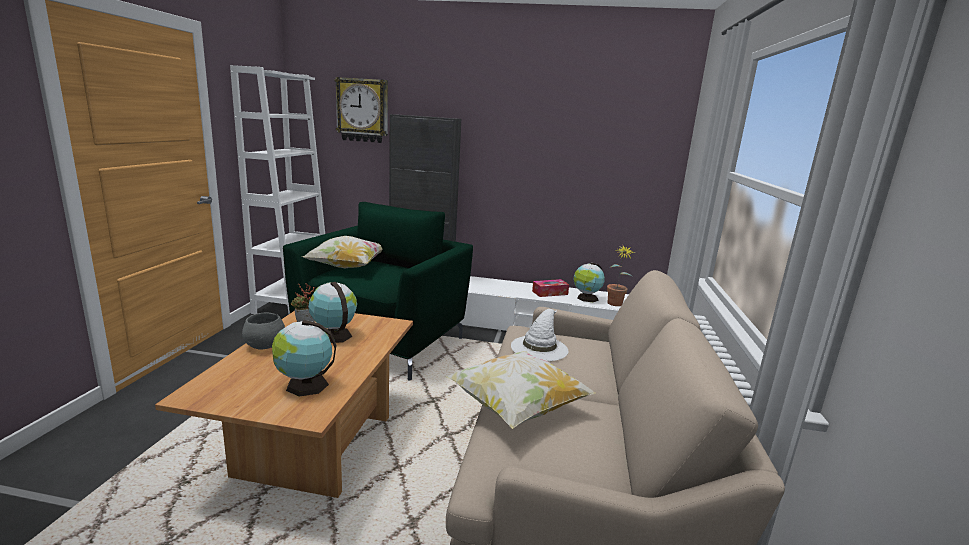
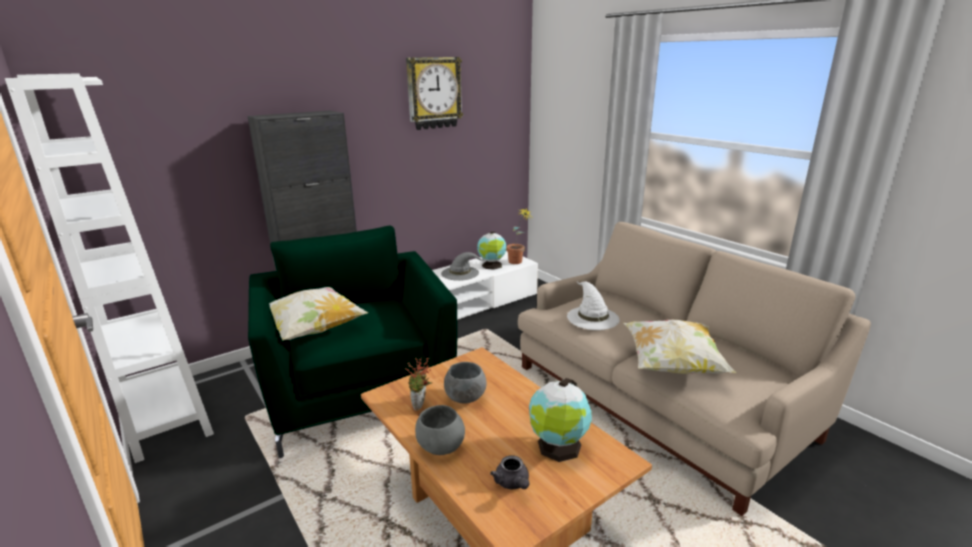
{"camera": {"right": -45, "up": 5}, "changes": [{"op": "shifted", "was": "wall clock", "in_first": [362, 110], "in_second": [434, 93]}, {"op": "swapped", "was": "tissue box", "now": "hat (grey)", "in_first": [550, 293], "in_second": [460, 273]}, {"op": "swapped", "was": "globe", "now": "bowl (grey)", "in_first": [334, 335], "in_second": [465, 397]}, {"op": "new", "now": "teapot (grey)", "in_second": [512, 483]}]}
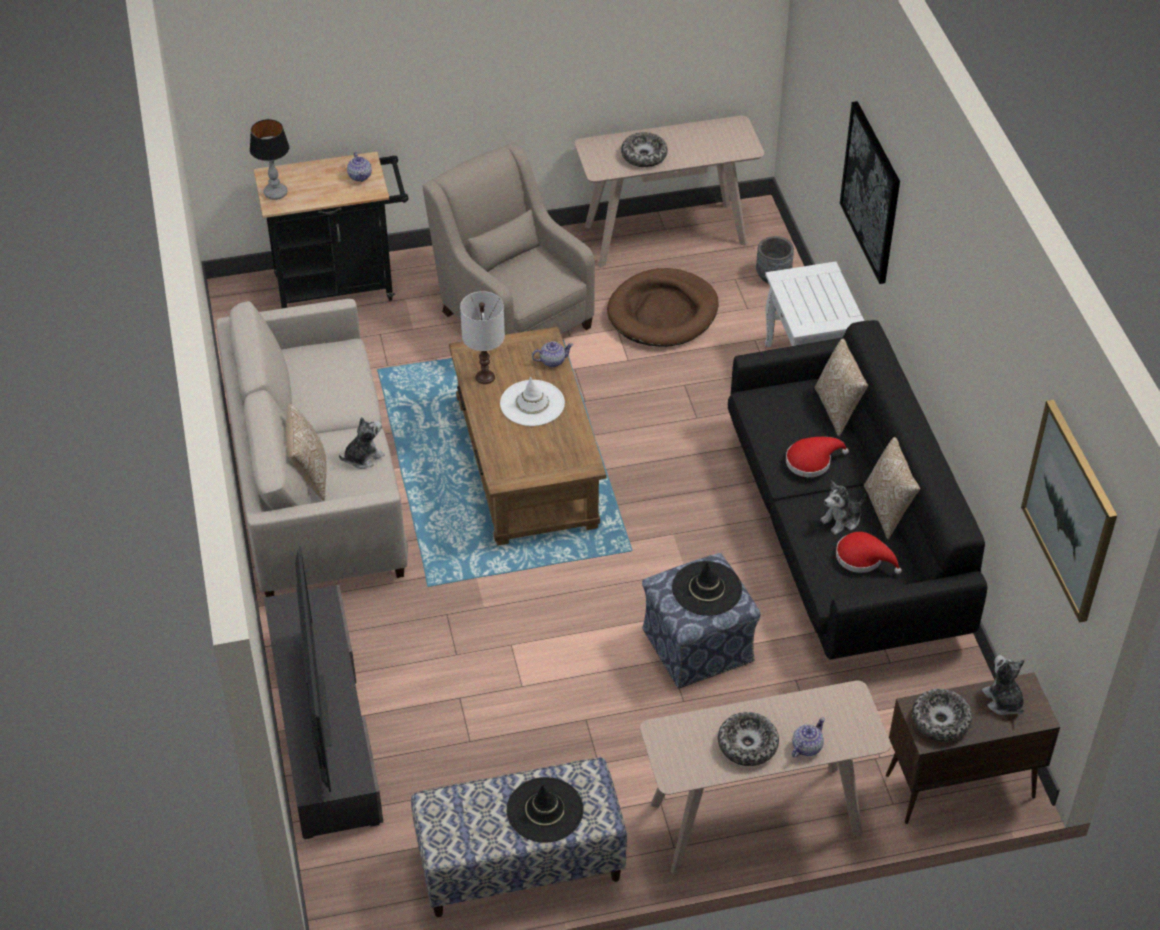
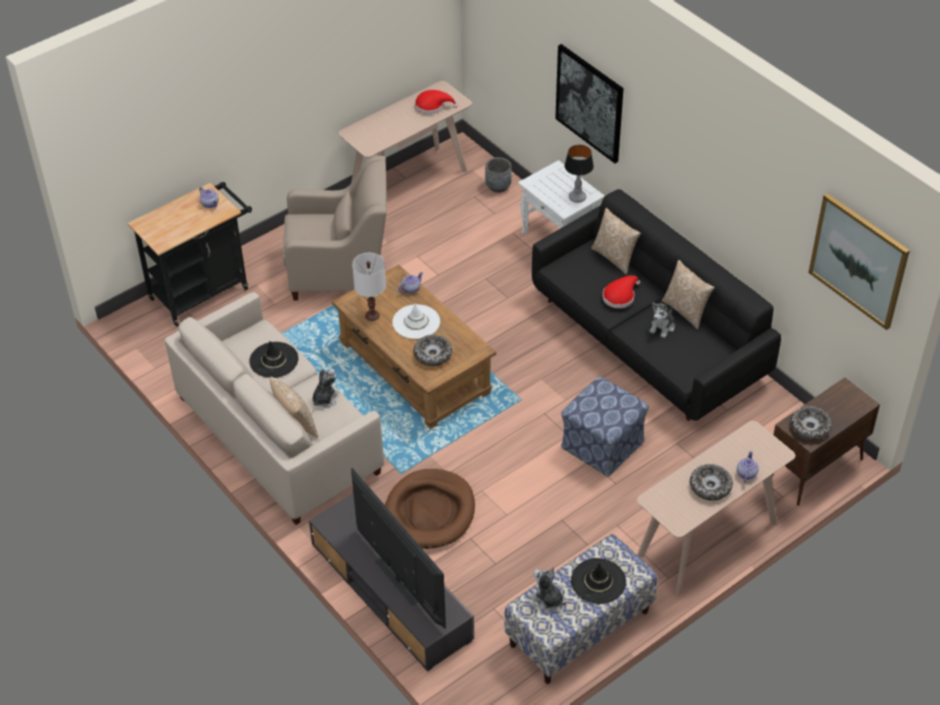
{"camera": {"right": -25, "up": 0}, "changes": [{"op": "shifted", "was": "hat (black)", "in_first": [707, 589], "in_second": [274, 360]}, {"op": "rotated", "was": "armchair (beige)", "in_first": [513, 316], "in_second": [340, 271], "clockwise": 150}, {"op": "shifted", "was": "dog bed (brown)", "in_first": [663, 312], "in_second": [430, 512]}, {"op": "shifted", "was": "bowl", "in_first": [644, 156], "in_second": [432, 354]}, {"op": "shifted", "was": "hat (red)", "in_first": [863, 558], "in_second": [432, 106]}, {"op": "shifted", "was": "plush toy", "in_first": [1003, 701], "in_second": [547, 600]}, {"op": "shifted", "was": "table lamp", "in_first": [276, 193], "in_second": [577, 197]}]}
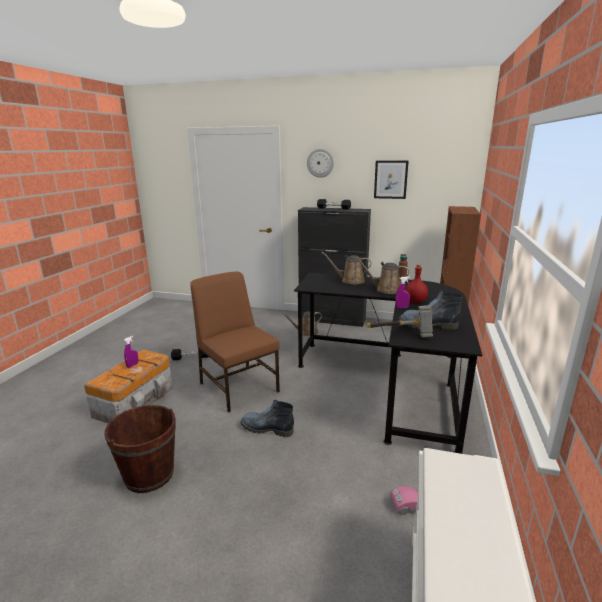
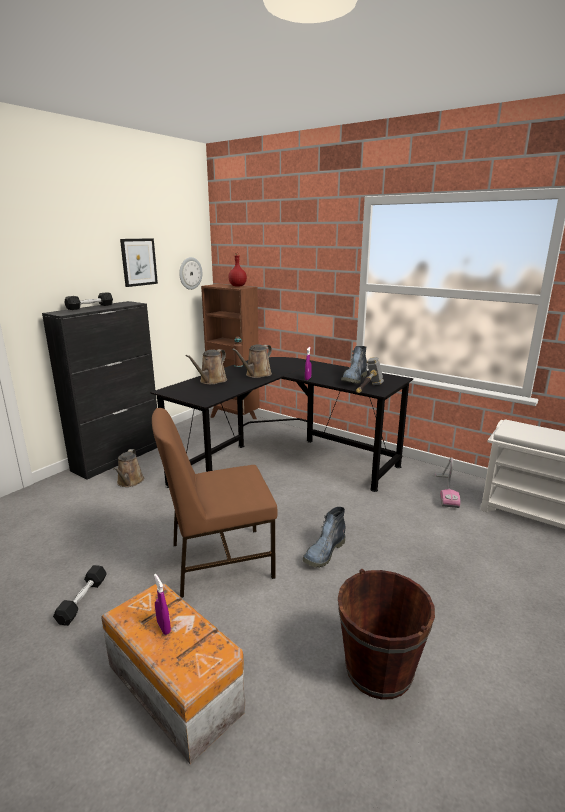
{"camera": {"right": -70, "up": 0}, "changes": [{"op": "shifted", "was": "wall clock", "in_first": [320, 163], "in_second": [190, 273]}, {"op": "shifted", "was": "bottle (red)", "in_first": [415, 301], "in_second": [237, 286]}]}
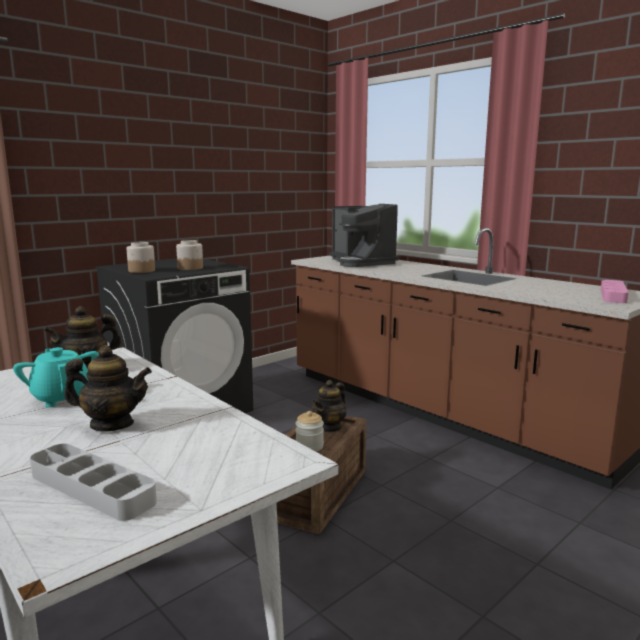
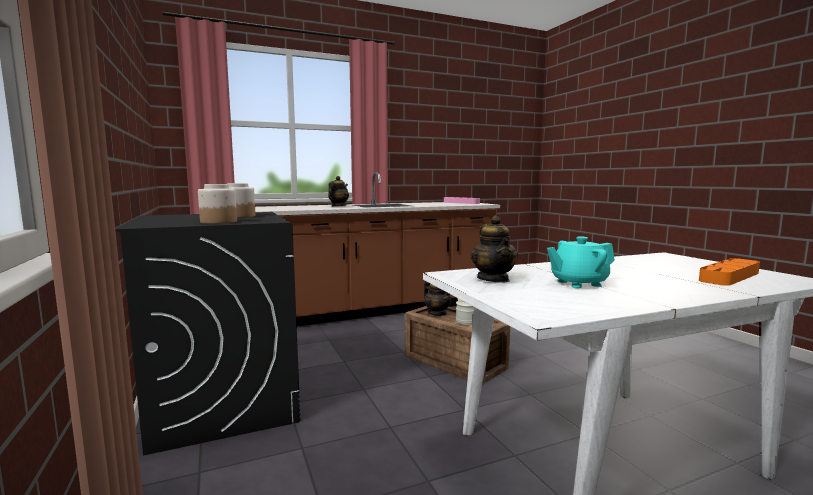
{"camera": {"right": -70, "up": -5}, "changes": [{"op": "shifted", "was": "teapot", "in_first": [112, 424], "in_second": [338, 206]}, {"op": "repainted", "was": "tray (grey)", "now": "tray (orange)", "in_first": [91, 488], "in_second": [729, 277]}, {"op": "gone", "was": "coffee machine", "in_first": [361, 262]}]}
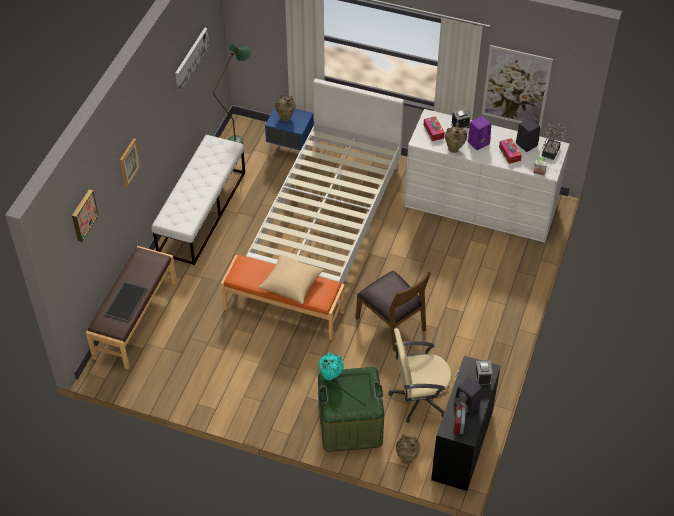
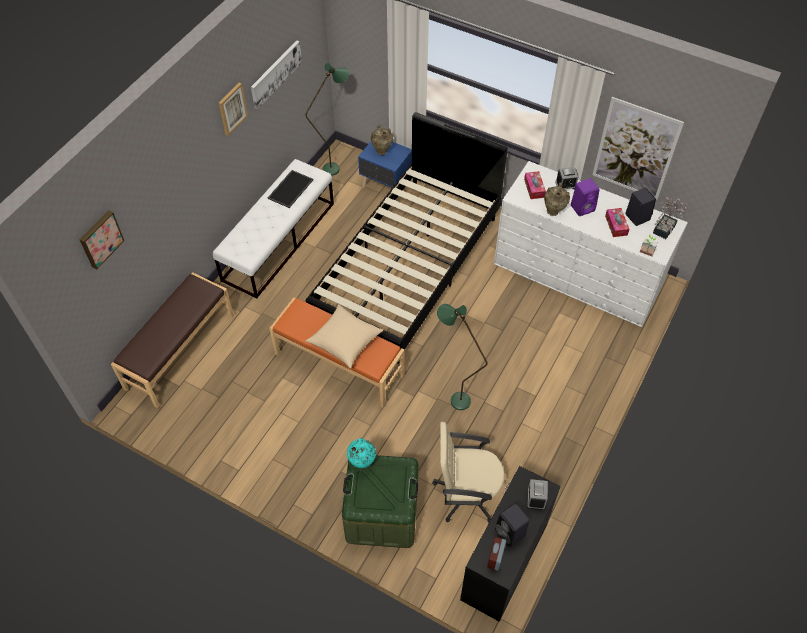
{"camera": {"right": 10, "up": 5}, "changes": [{"op": "shifted", "was": "picture", "in_first": [129, 162], "in_second": [232, 108]}, {"op": "shifted", "was": "tray", "in_first": [125, 301], "in_second": [290, 188]}, {"op": "repainted", "was": "bed (white)", "now": "bed (black)", "in_first": [327, 220], "in_second": [407, 267]}, {"op": "swapped", "was": "chair (brown)", "now": "floor lamp (green)", "in_first": [392, 323], "in_second": [453, 398]}, {"op": "gone", "was": "vase (beige)", "in_first": [407, 458]}]}
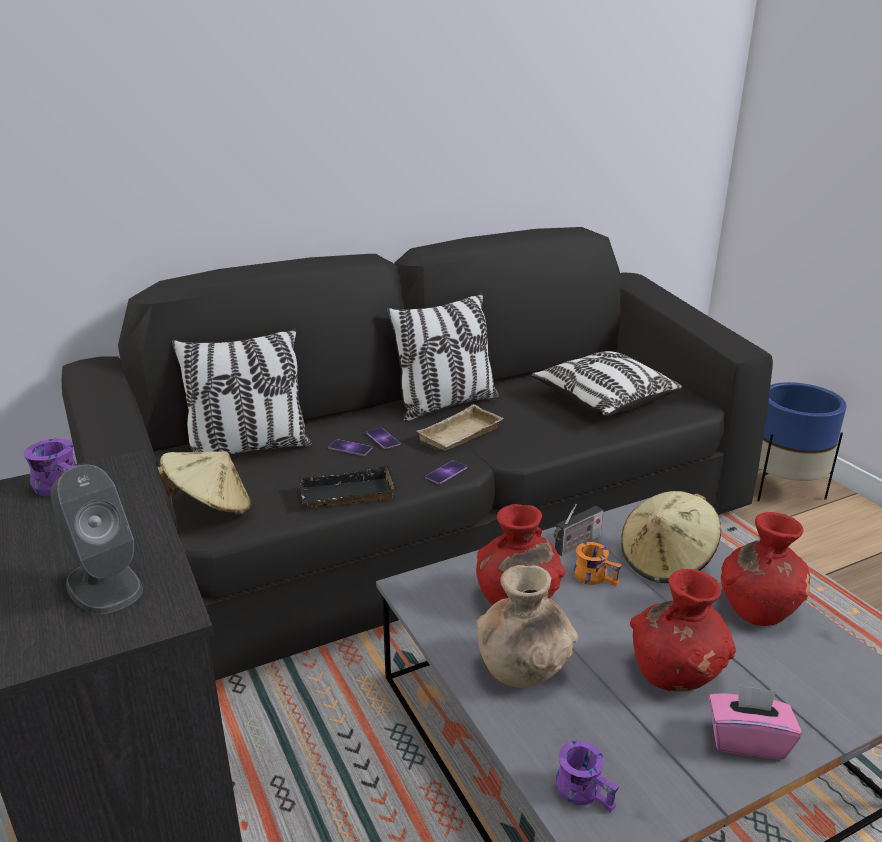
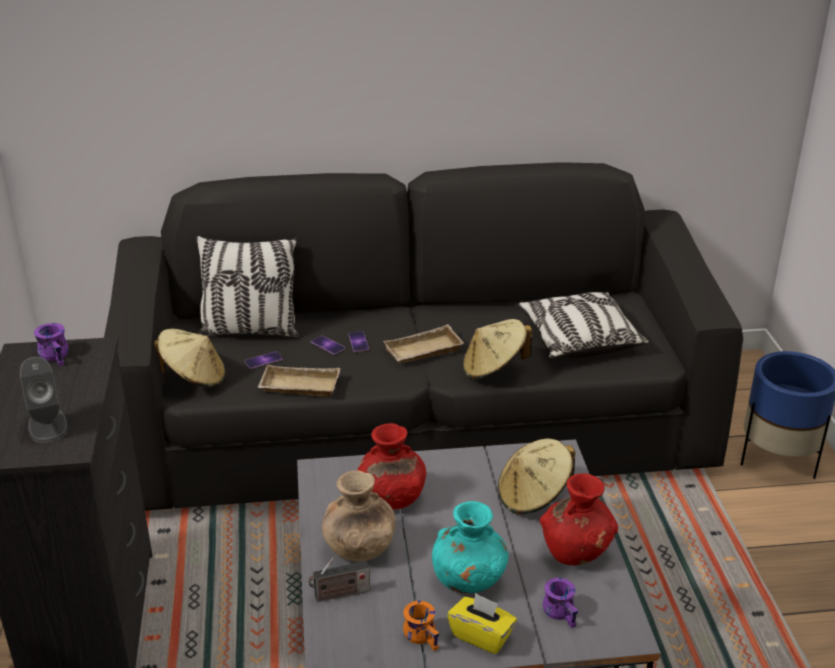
{"camera": {"right": 20, "up": 5}, "changes": [{"op": "shifted", "was": "phone", "in_first": [446, 472], "in_second": [263, 360]}, {"op": "repainted", "was": "tray (black)", "now": "tray (beige)", "in_first": [347, 495], "in_second": [298, 387]}, {"op": "shifted", "was": "radio", "in_first": [576, 545], "in_second": [339, 594]}, {"op": "shifted", "was": "mug (orange)", "in_first": [596, 576], "in_second": [424, 634]}, {"op": "repainted", "was": "vase (red)", "now": "vase (turquoise)", "in_first": [676, 672], "in_second": [469, 579]}, {"op": "repainted", "was": "tissue box (pink)", "now": "tissue box (yellow)", "in_first": [747, 740], "in_second": [481, 635]}, {"op": "new", "now": "hat (beige)", "in_second": [494, 369]}, {"op": "shifted", "was": "mug (purple)", "in_first": [586, 789], "in_second": [562, 611]}, {"op": "gone", "was": "pillow", "in_first": [445, 404]}]}
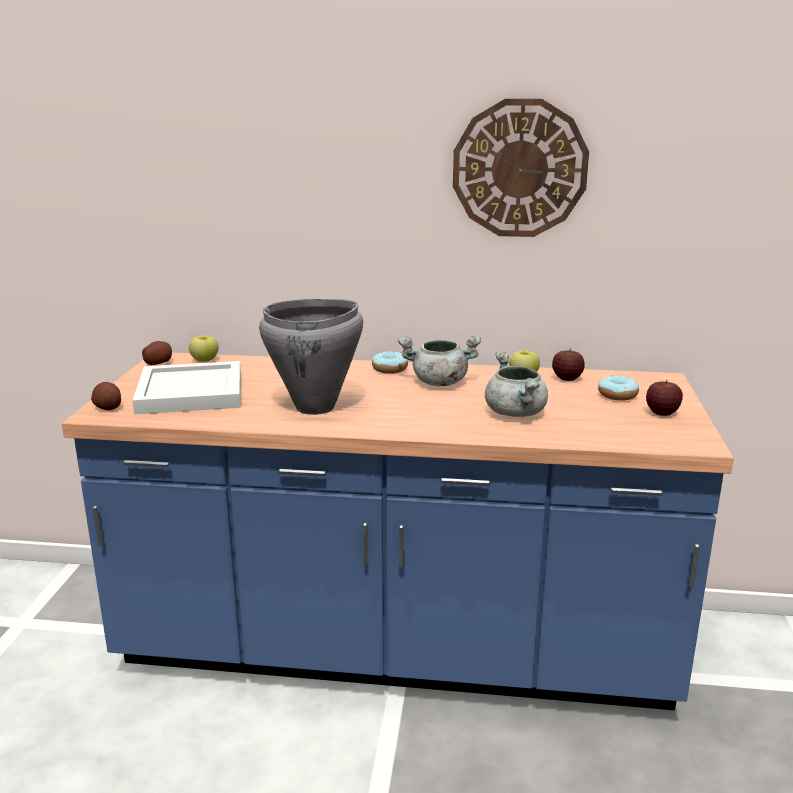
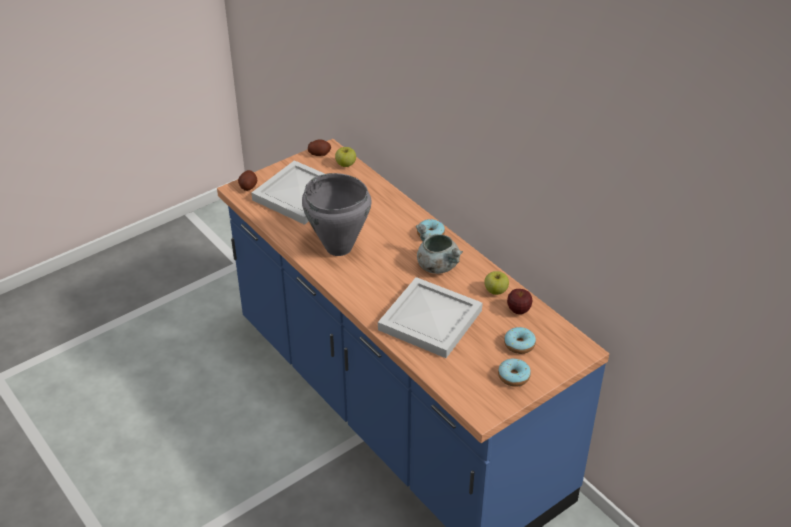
{"camera": {"right": 45, "up": 20}, "changes": [{"op": "swapped", "was": "cooking pot (grey)", "now": "tray (white)", "in_first": [516, 413], "in_second": [430, 321]}, {"op": "swapped", "was": "apple", "now": "donut", "in_first": [661, 413], "in_second": [513, 377]}, {"op": "gone", "was": "wall clock", "in_first": [519, 169]}]}
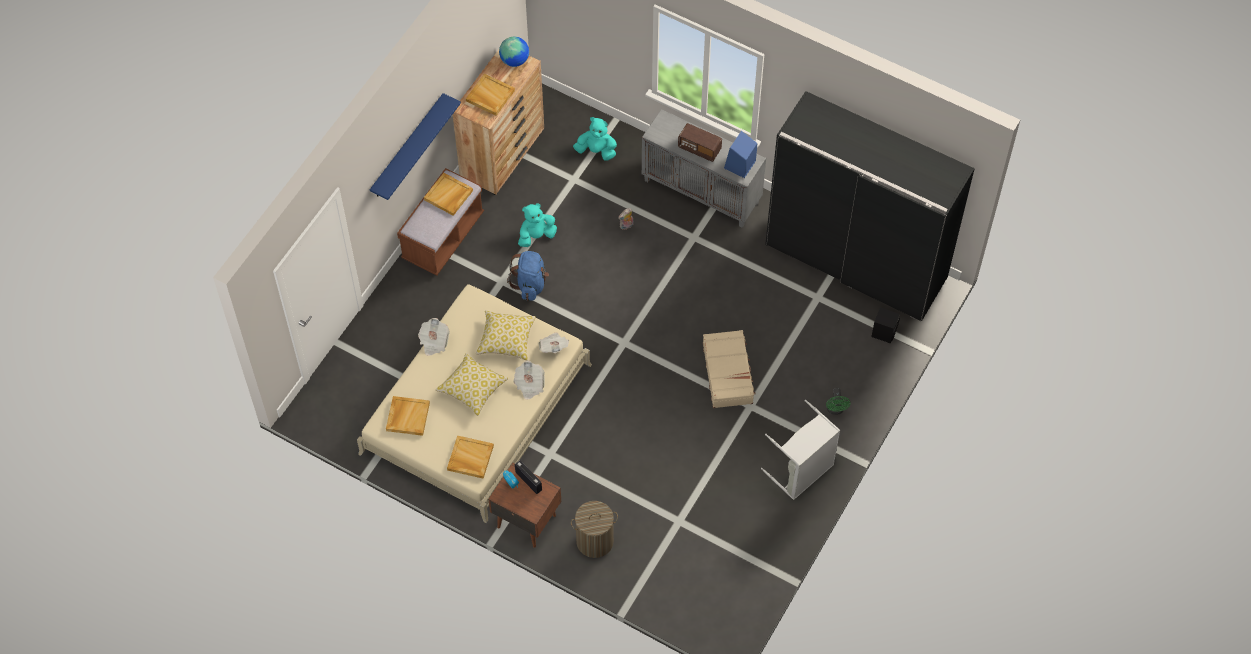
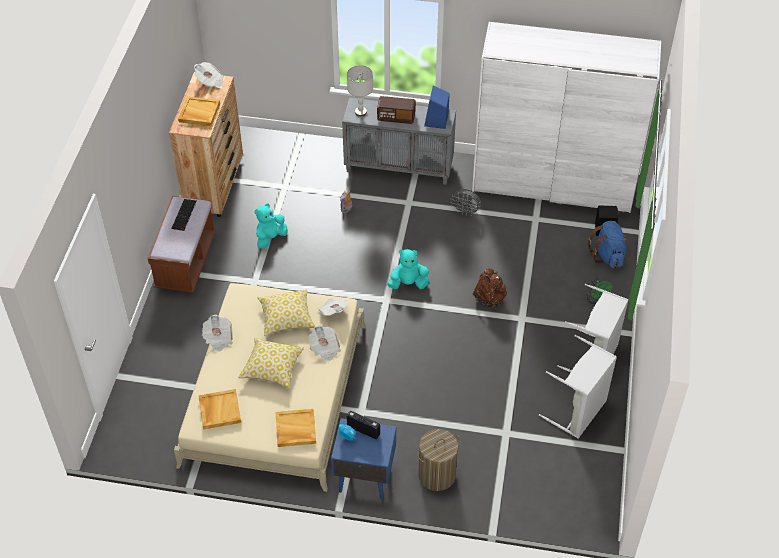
{"camera": {"right": -20, "up": -10}, "changes": [{"op": "swapped", "was": "tray (beige)", "now": "keyboard", "in_first": [448, 195], "in_second": [184, 215]}, {"op": "swapped", "was": "globe", "now": "newspaper", "in_first": [515, 60], "in_second": [210, 81]}, {"op": "repainted", "was": "nightstand (brown)", "now": "nightstand (blue)", "in_first": [526, 520], "in_second": [364, 477]}, {"op": "new", "now": "table lamp (grey)", "in_second": [360, 112]}, {"op": "shifted", "was": "plush toy (turquoise)", "in_first": [596, 151], "in_second": [408, 283]}, {"op": "new", "now": "fan (grey)", "in_second": [466, 212]}, {"op": "repainted", "was": "wardrobe (black)", "now": "wardrobe (white)", "in_first": [856, 261], "in_second": [553, 184]}, {"op": "swapped", "was": "suitcase (beige)", "now": "backpack (brown)", "in_first": [728, 373], "in_second": [489, 298]}, {"op": "new", "now": "laundry basket (grey)", "in_second": [579, 412]}, {"op": "shifted", "was": "backpack (blue)", "in_first": [530, 284], "in_second": [607, 256]}, {"op": "gone", "was": "shelf (blue)", "in_first": [407, 147]}]}
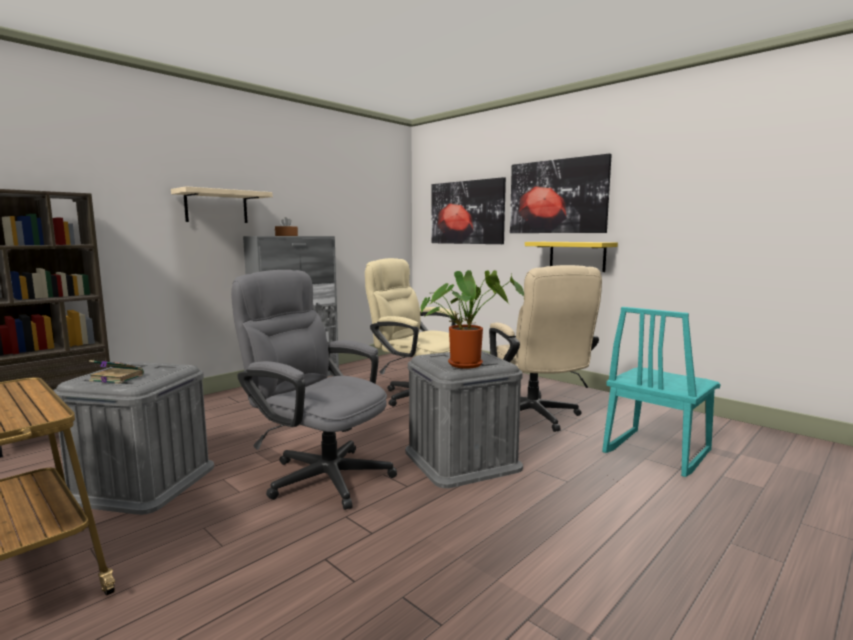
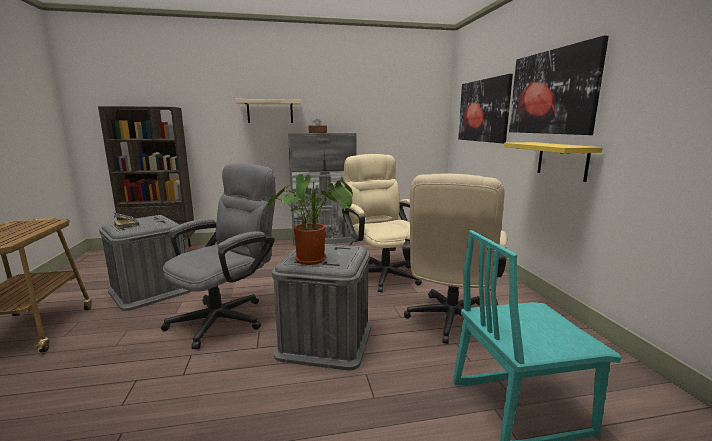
{"camera": {"right": 35, "up": 5}, "changes": [{"op": "rotated", "was": "office chair (grey)", "in_first": [319, 474], "in_second": [227, 317], "clockwise": 60}]}
